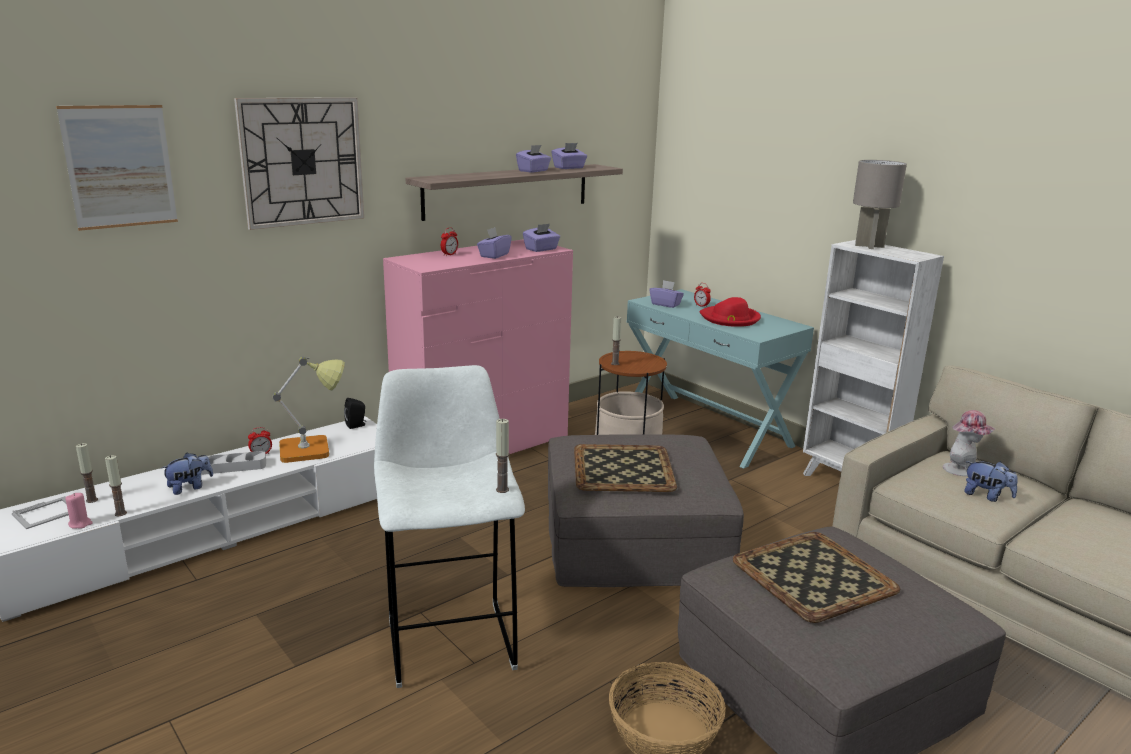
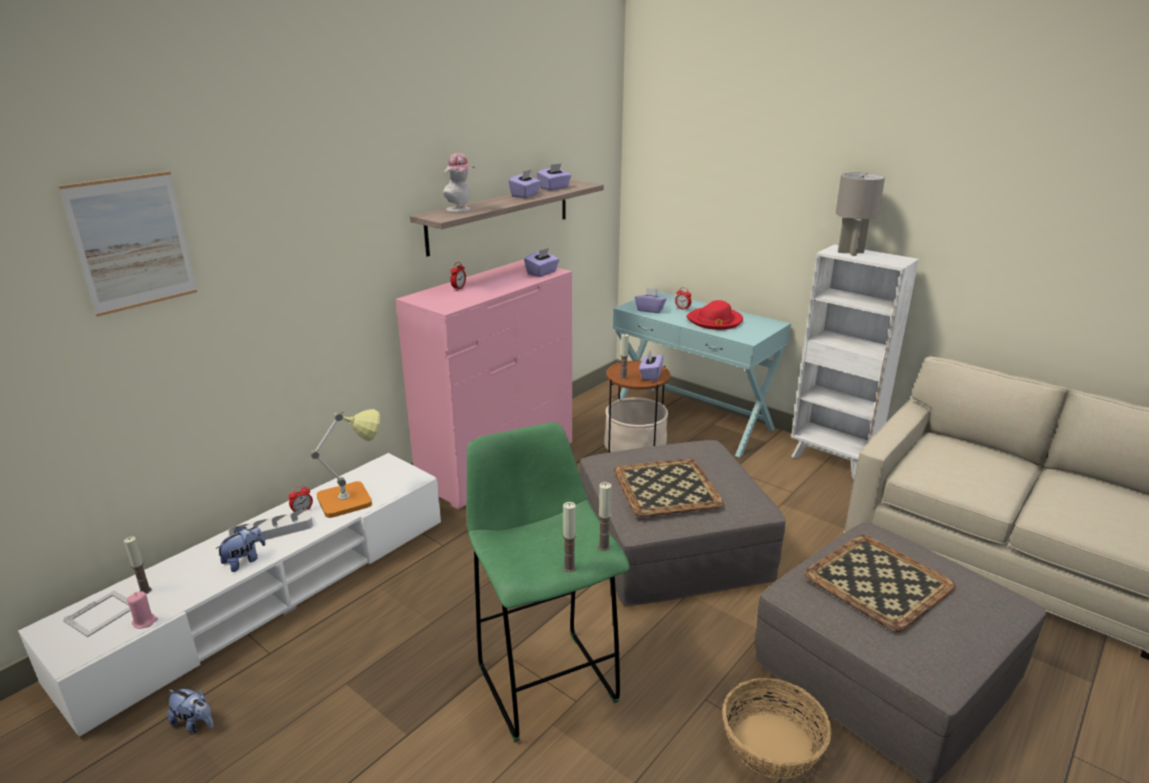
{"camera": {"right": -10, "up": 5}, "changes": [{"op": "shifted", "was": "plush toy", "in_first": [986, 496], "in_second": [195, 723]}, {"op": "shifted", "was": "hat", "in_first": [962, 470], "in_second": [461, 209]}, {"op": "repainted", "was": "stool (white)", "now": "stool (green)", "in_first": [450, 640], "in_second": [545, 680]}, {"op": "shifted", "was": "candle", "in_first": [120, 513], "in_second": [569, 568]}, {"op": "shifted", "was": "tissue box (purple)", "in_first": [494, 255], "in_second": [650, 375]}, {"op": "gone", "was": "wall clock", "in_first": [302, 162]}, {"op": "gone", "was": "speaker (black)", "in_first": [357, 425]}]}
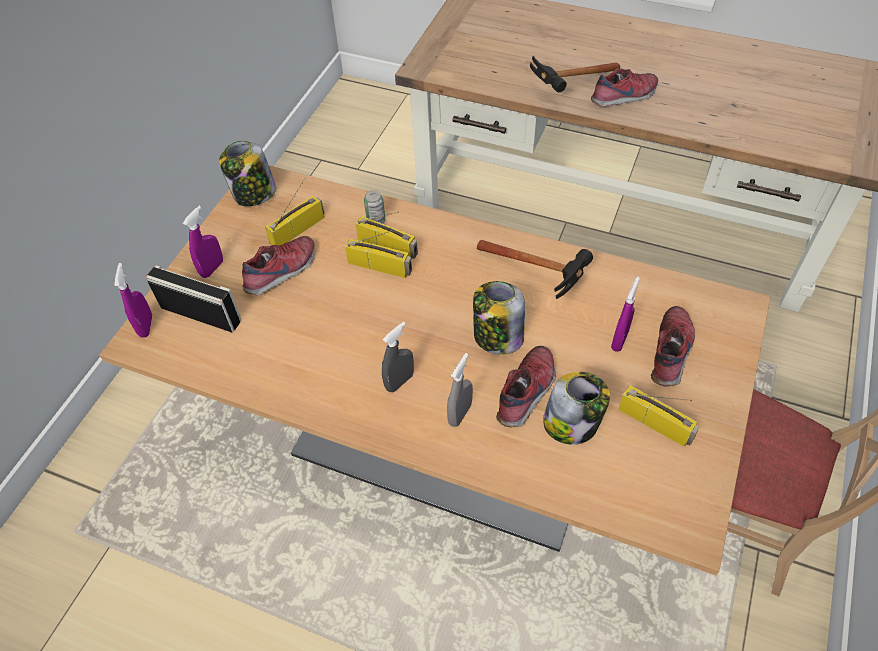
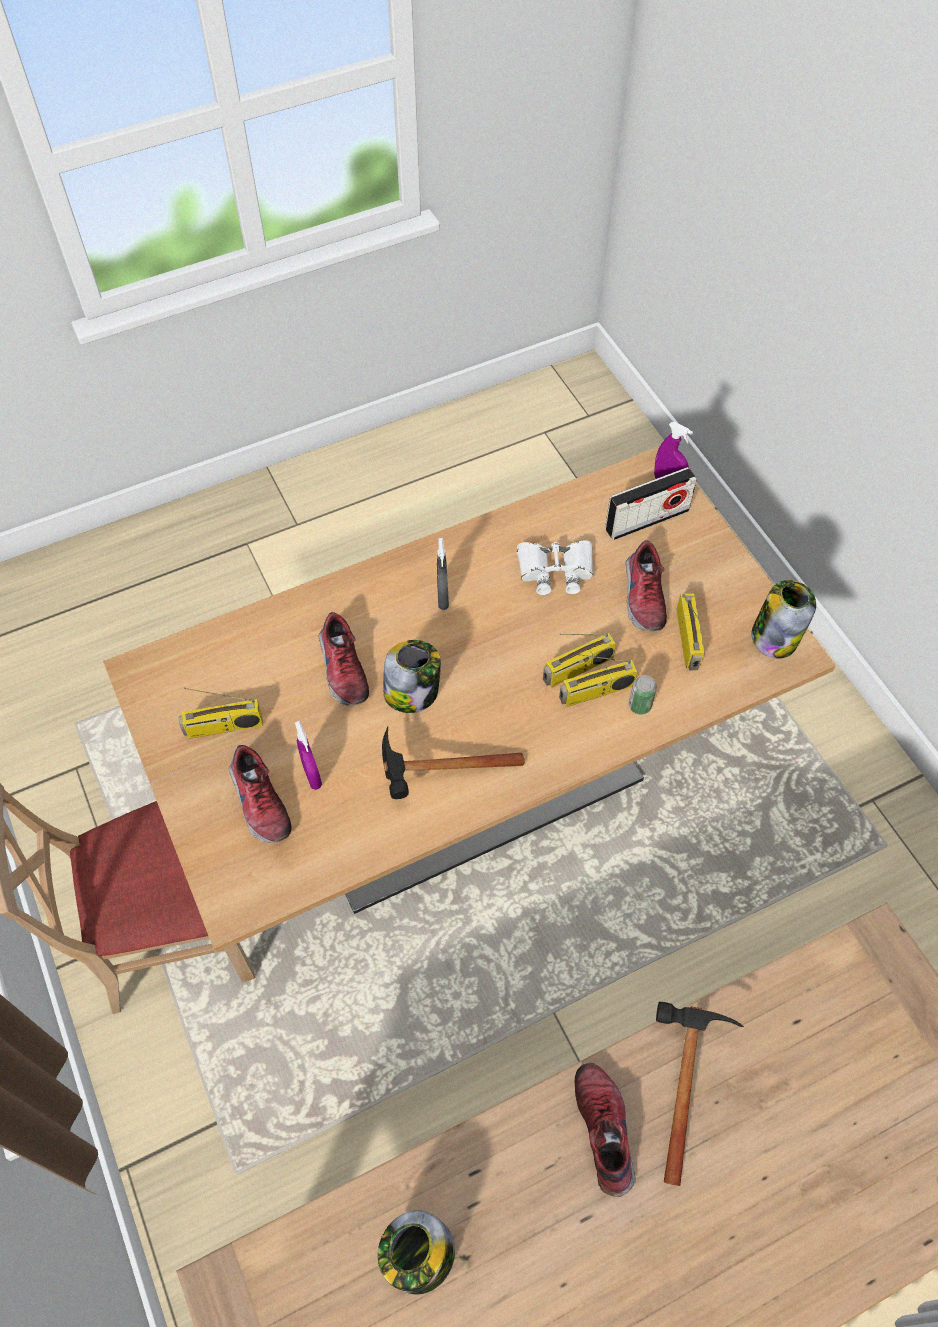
{"camera": {"right": 130, "up": 5}, "changes": [{"op": "shifted", "was": "jar", "in_first": [572, 423], "in_second": [419, 1257]}, {"op": "new", "now": "binoculars (white)", "in_second": [555, 570]}, {"op": "rotated", "was": "shoe", "in_first": [624, 97], "in_second": [605, 1130], "clockwise": 150}, {"op": "gone", "was": "spray bottle (purple)", "in_first": [212, 268]}, {"op": "gone", "was": "spray bottle (grey)", "in_first": [460, 414]}]}
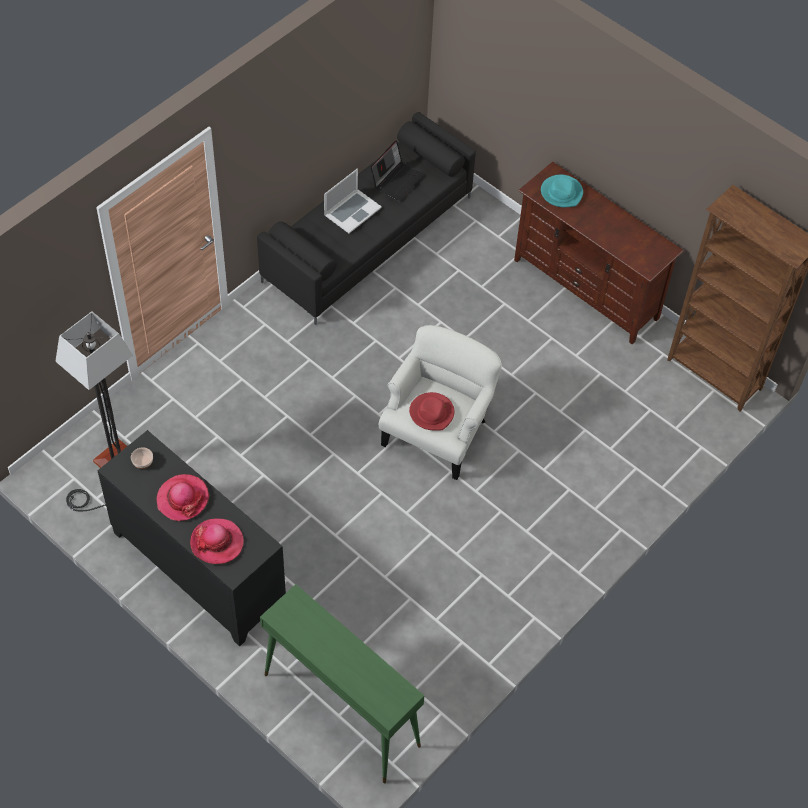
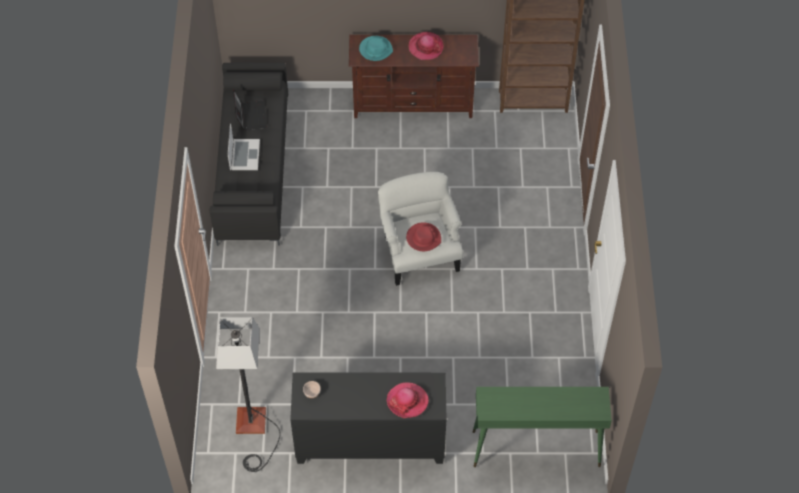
{"camera": {"right": -40, "up": 0}, "changes": [{"op": "shifted", "was": "hat", "in_first": [182, 498], "in_second": [425, 47]}]}
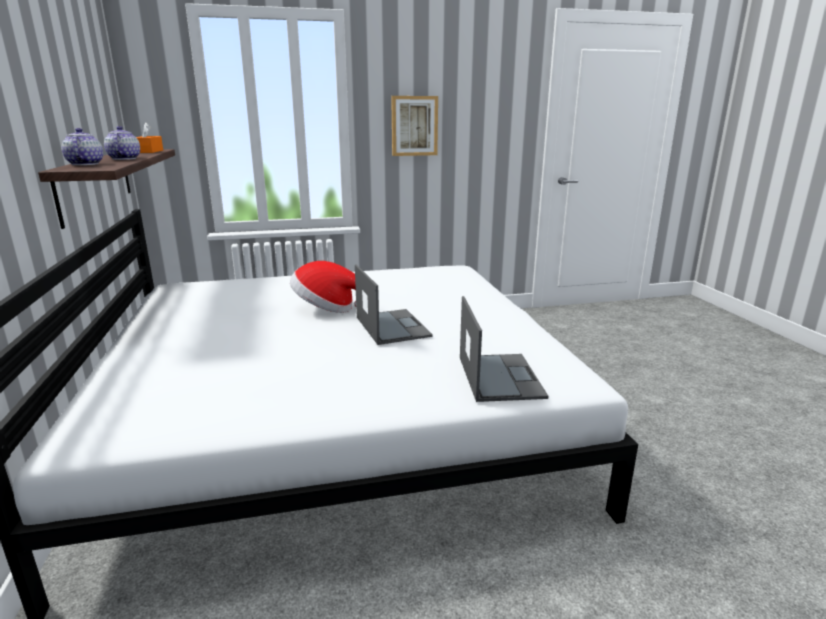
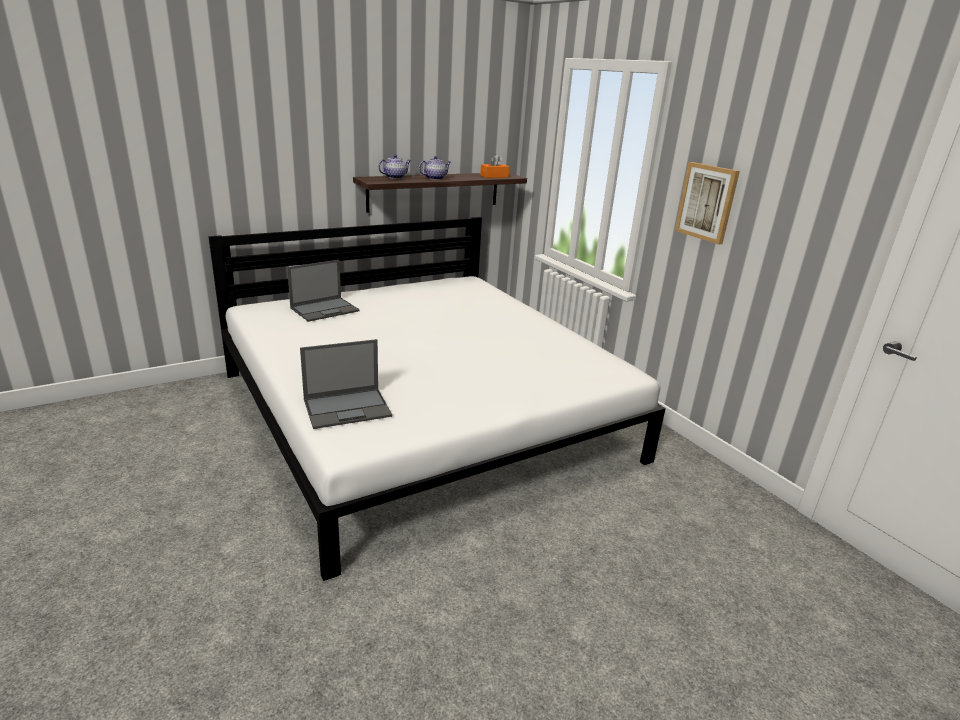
{"camera": {"right": 70, "up": 5}, "changes": [{"op": "shifted", "was": "laptop", "in_first": [391, 326], "in_second": [325, 309]}, {"op": "gone", "was": "hat", "in_first": [326, 308]}]}
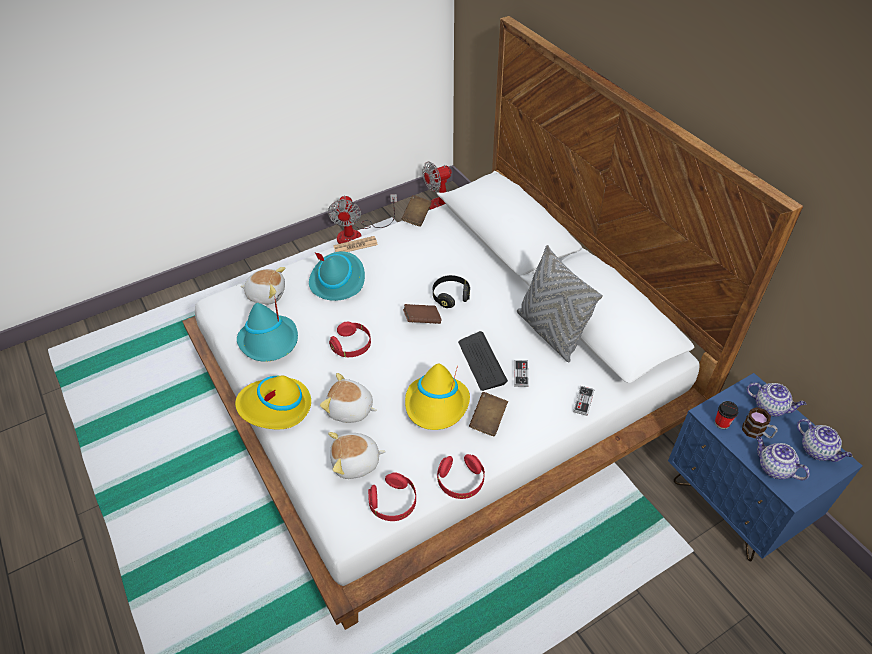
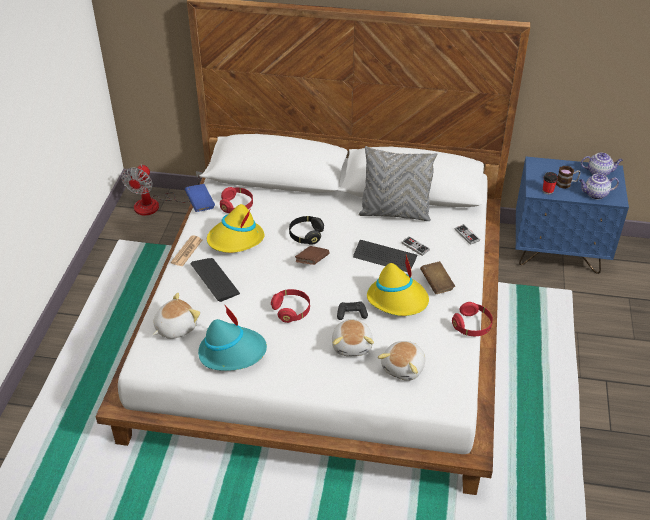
{"camera": {"right": -50, "up": -5}, "changes": [{"op": "repainted", "was": "book (brown)", "now": "book (blue)", "in_first": [417, 217], "in_second": [200, 204]}, {"op": "swapped", "was": "hat (turquoise)", "now": "keyboard", "in_first": [338, 280], "in_second": [215, 280]}, {"op": "shifted", "was": "hat (yellow)", "in_first": [275, 406], "in_second": [235, 239]}, {"op": "shifted", "was": "headphones (red)", "in_first": [393, 503], "in_second": [237, 206]}, {"op": "rotated", "was": "plush toy", "in_first": [350, 410], "in_second": [352, 345], "clockwise": -60}, {"op": "new", "now": "game controller (black)", "in_second": [351, 314]}, {"op": "gone", "was": "fan", "in_first": [357, 234]}, {"op": "gone", "was": "teapot", "in_first": [770, 407]}]}
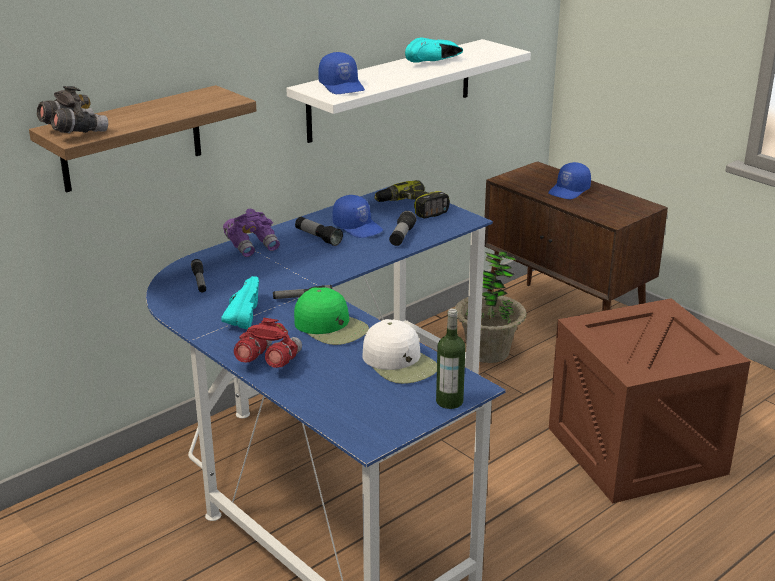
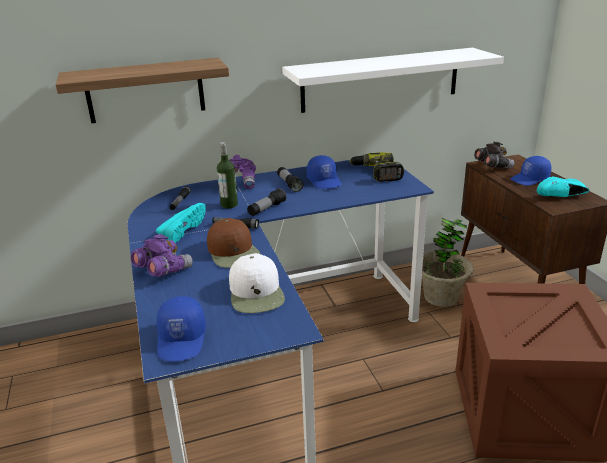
{"camera": {"right": 25, "up": 0}, "changes": [{"op": "repainted", "was": "binoculars (red)", "now": "binoculars (purple)", "in_first": [269, 362], "in_second": [163, 270]}, {"op": "shifted", "was": "cap (blue)", "in_first": [342, 86], "in_second": [182, 339]}, {"op": "repainted", "was": "cap (green)", "now": "cap (brown)", "in_first": [331, 327], "in_second": [233, 252]}, {"op": "shifted", "was": "bottle", "in_first": [449, 401], "in_second": [229, 205]}, {"op": "shifted", "was": "flashlight", "in_first": [401, 236], "in_second": [266, 209]}, {"op": "shifted", "was": "binoculars (grey)", "in_first": [73, 132], "in_second": [492, 166]}, {"op": "shifted", "was": "shoe (turquoise)", "in_first": [435, 62], "in_second": [562, 197]}]}
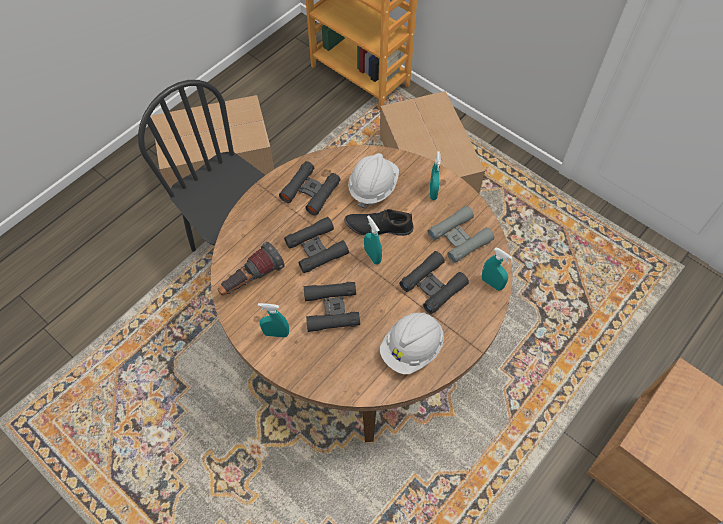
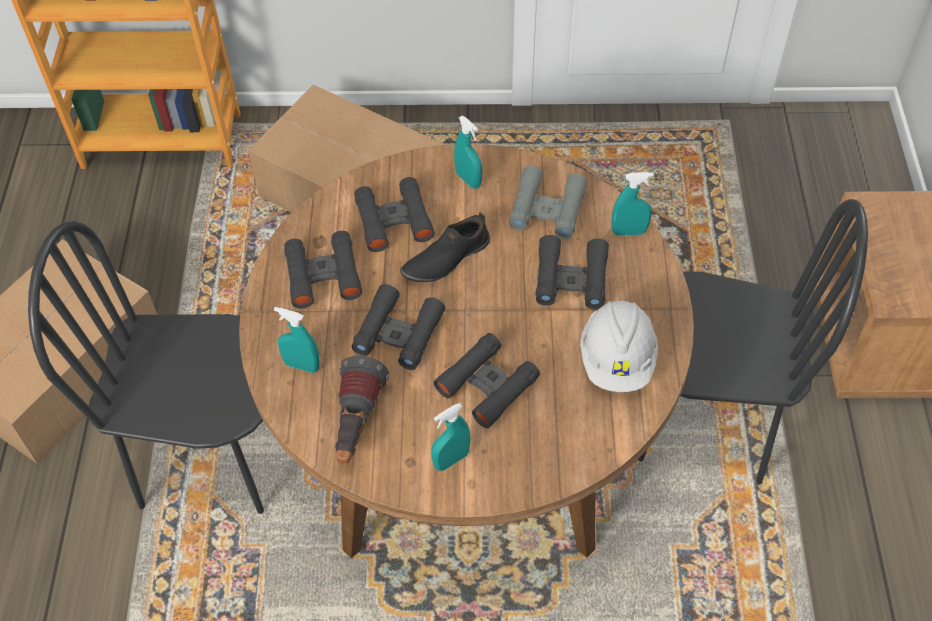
{"camera": {"right": -40, "up": -5}, "changes": [{"op": "shifted", "was": "spray bottle (turquoise)", "in_first": [372, 256], "in_second": [302, 365]}, {"op": "swapped", "was": "hard hat (white)", "now": "binoculars (black)", "in_first": [373, 187], "in_second": [393, 220]}, {"op": "new", "now": "chair (black)", "in_second": [703, 423]}]}
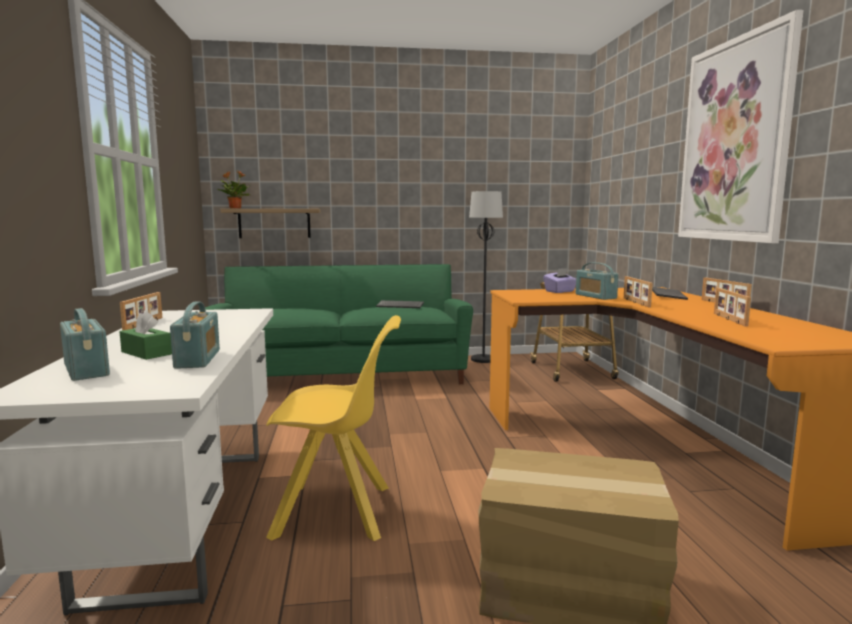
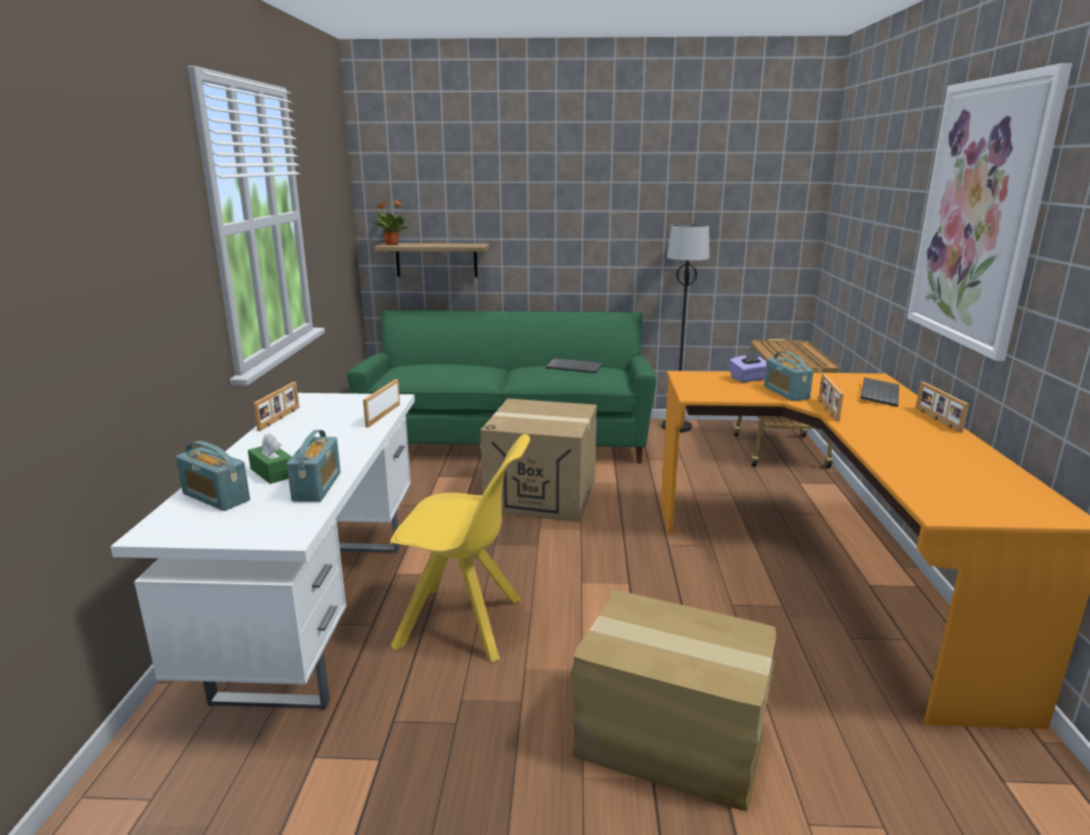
{"camera": {"right": 10, "up": 10}, "changes": [{"op": "rotated", "was": "radio", "in_first": [86, 370], "in_second": [216, 497], "clockwise": 150}, {"op": "shifted", "was": "picture frame", "in_first": [728, 319], "in_second": [382, 415]}, {"op": "new", "now": "cardboard box", "in_second": [542, 495]}]}
